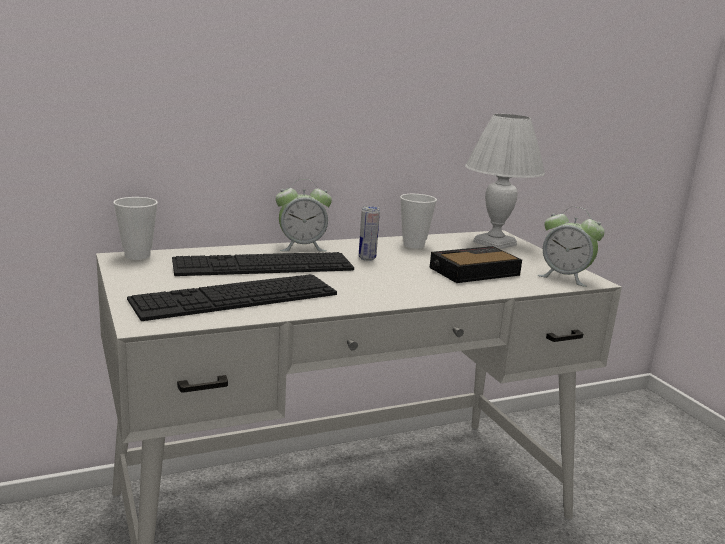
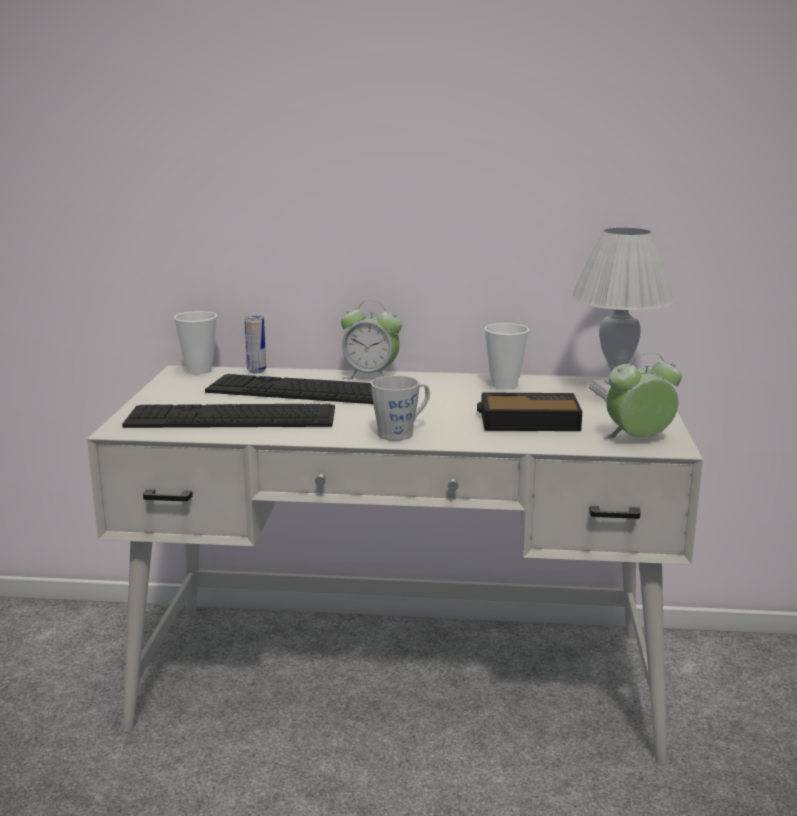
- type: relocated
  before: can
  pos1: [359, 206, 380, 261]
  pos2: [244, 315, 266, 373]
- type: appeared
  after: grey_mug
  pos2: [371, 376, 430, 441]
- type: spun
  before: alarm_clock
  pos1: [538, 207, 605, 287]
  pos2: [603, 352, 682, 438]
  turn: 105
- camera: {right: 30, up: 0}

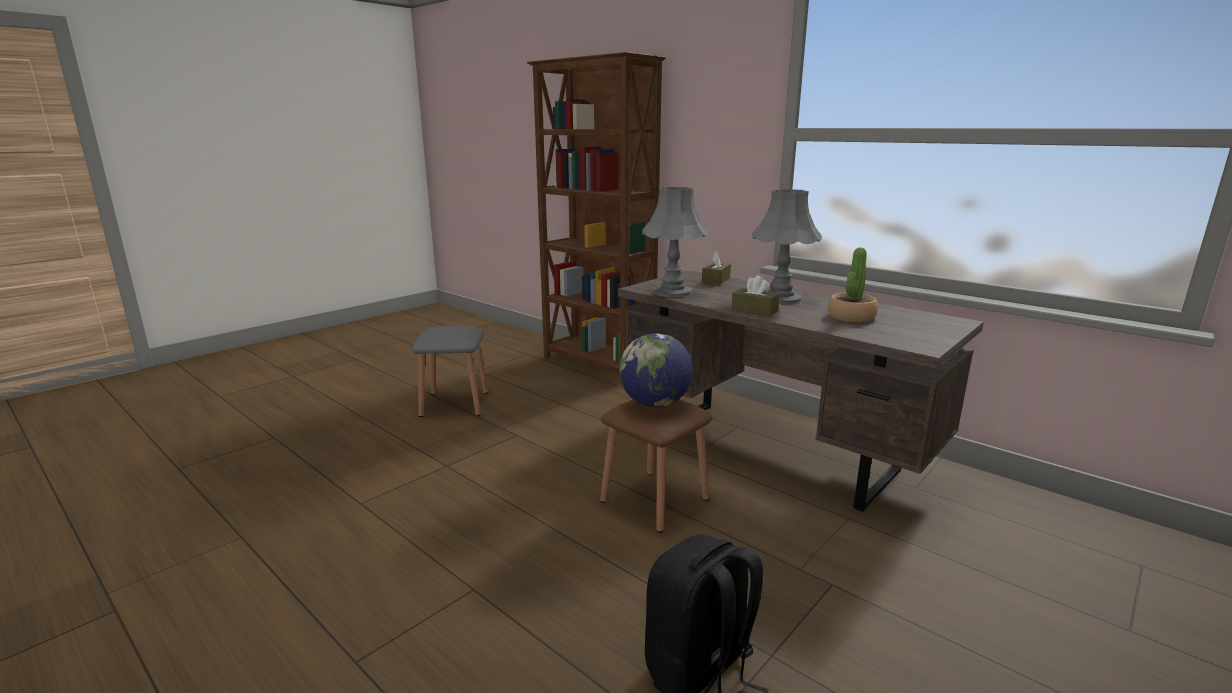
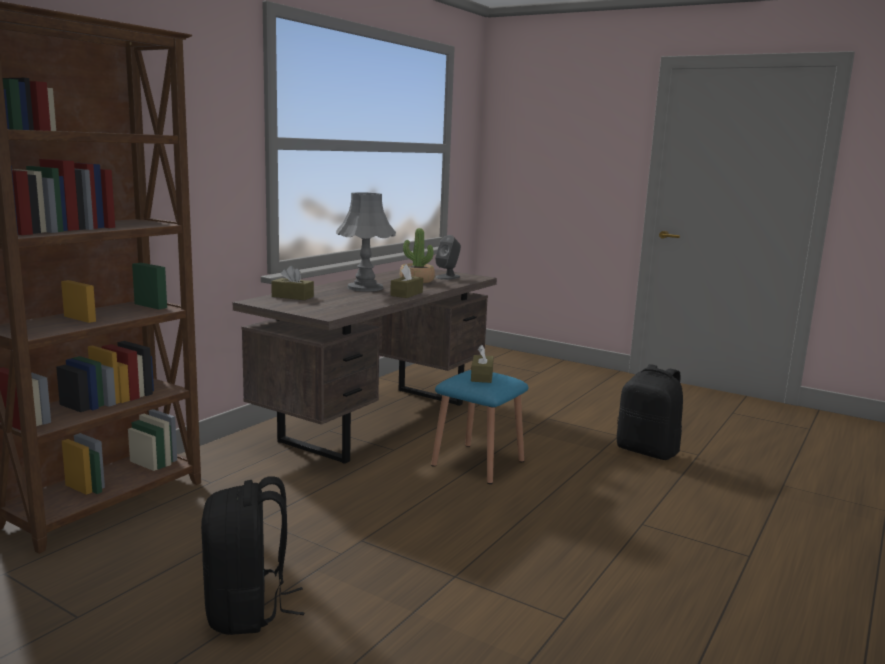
- type: exchanged
  before: grey_stool
  after: black_backpack
  pos1: [412, 326, 488, 417]
  pos2: [201, 476, 305, 635]
- type: colour
  before: brown_stool
  after: blue_stool
  pos1: [600, 399, 712, 533]
  pos2: [431, 370, 529, 484]
- type: appeared
  after: grey_speaker
  pos2: [435, 235, 461, 280]
- type: exchanged
  before: globe
  after: brown_tissue_box
  pos1: [619, 333, 693, 407]
  pos2: [471, 345, 494, 383]
- type: missing
  before: grey_table_lamp
  pos1: [642, 187, 708, 297]
- camera: {right: -100, up: -5}

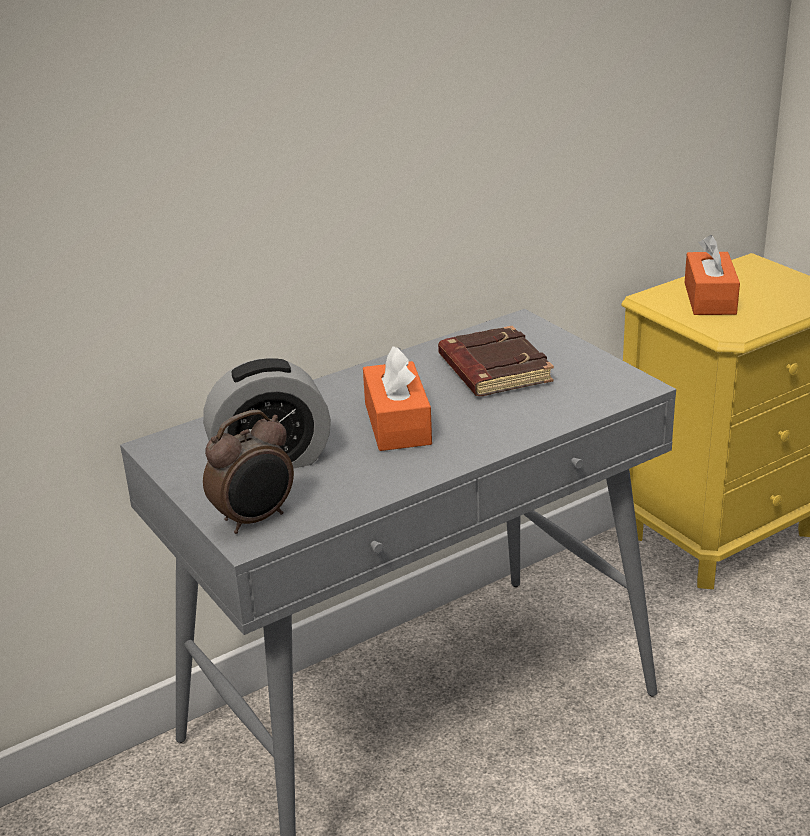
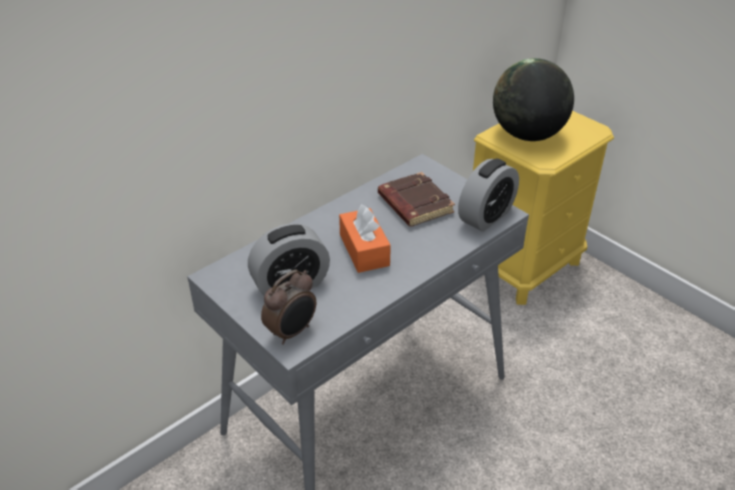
- type: appeared
  after: alarm_clock
  pos2: [458, 159, 519, 232]
- type: exchanged
  before: orange_tissue_box
  after: globe
  pos1: [685, 235, 740, 315]
  pos2: [493, 58, 574, 141]
- camera: {right: -10, up: 10}

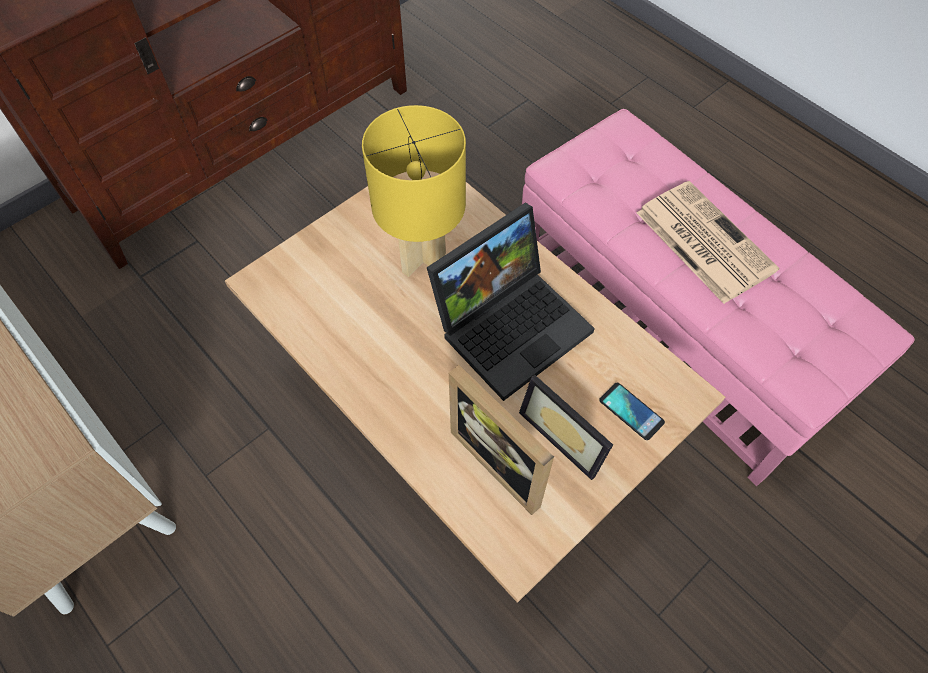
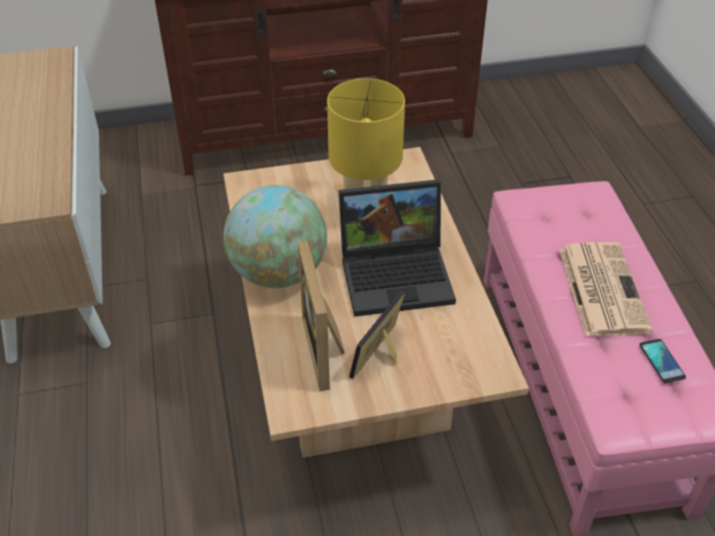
- type: appeared
  after: globe
  pos2: [224, 185, 327, 288]
- type: spun
  before: picture_frame
  pos1: [519, 374, 613, 480]
  pos2: [349, 291, 405, 379]
  turn: 45
- type: relocated
  before: phone
  pos1: [599, 383, 665, 440]
  pos2: [639, 339, 686, 383]
- camera: {right: 30, up: -15}

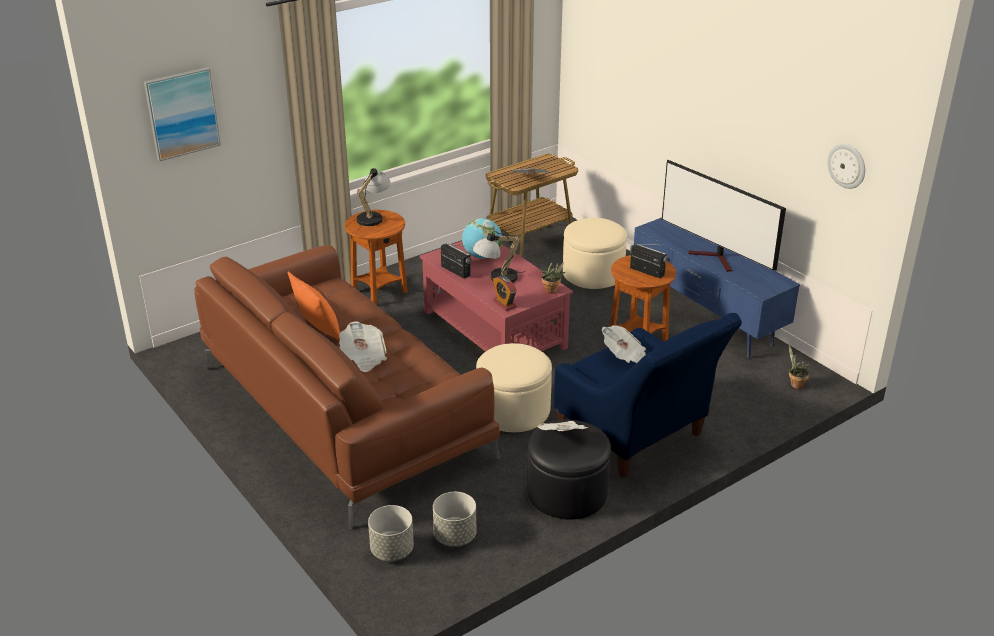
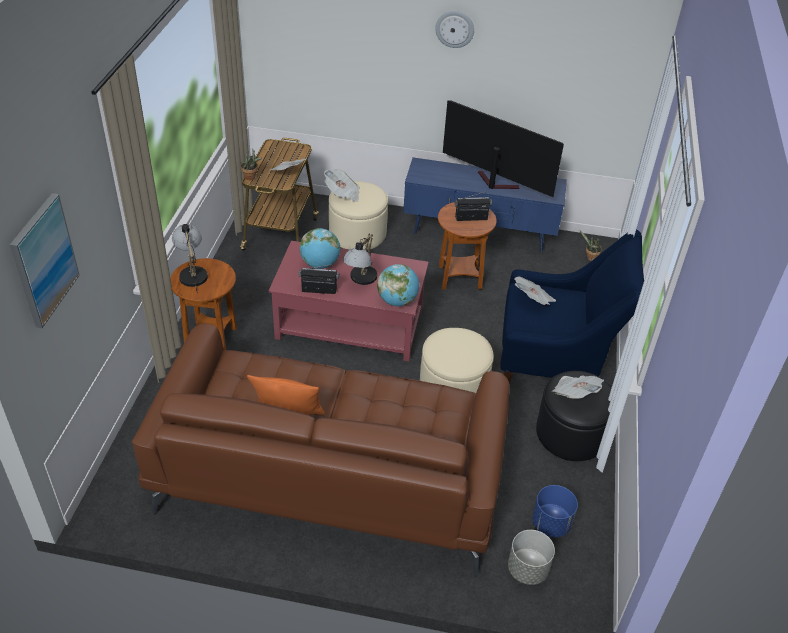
- type: relocated
  before: potted_plant
  pos1: [541, 262, 565, 294]
  pos2: [241, 150, 262, 180]
- type: relocated
  before: newspaper
  pos1: [339, 321, 387, 372]
  pos2: [324, 169, 360, 202]
- type: exchanged
  before: alarm_clock
  after: globe
  pos1: [493, 275, 517, 311]
  pos2: [377, 264, 419, 306]
- type: relocated
  before: wall_clock
  pos1: [827, 144, 865, 189]
  pos2: [435, 11, 474, 48]
- type: spun
  before: television
  pos1: [662, 159, 786, 272]
  pos2: [443, 100, 564, 197]
  turn: -150
- type: colour
  before: grey_planter
  after: blue_planter
  pos1: [433, 492, 476, 547]
  pos2: [532, 485, 578, 537]
- camera: {right: -45, up: 10}

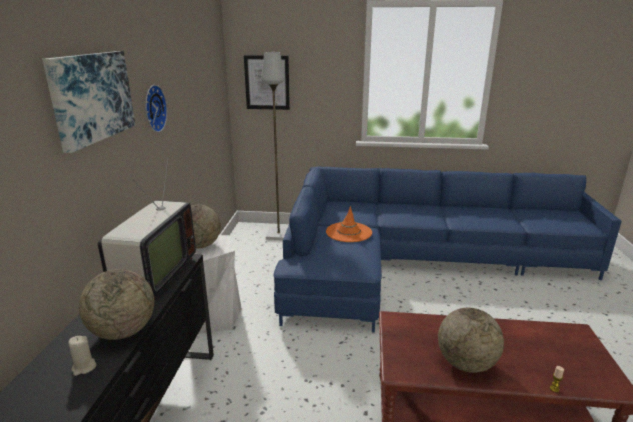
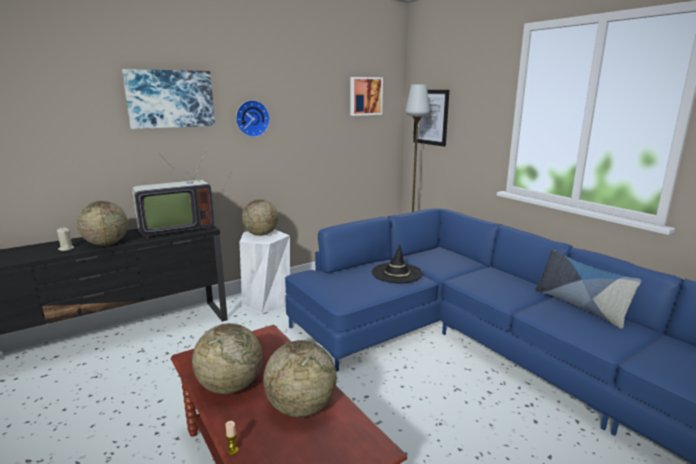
- type: appeared
  after: globe
  pos2: [263, 340, 337, 417]
- type: appeared
  after: picture
  pos2: [350, 77, 383, 116]
- type: colour
  before: orange_hat
  after: black_hat
  pos1: [326, 206, 372, 242]
  pos2: [372, 244, 423, 283]
- type: appeared
  after: pillow
  pos2: [535, 249, 641, 329]
- camera: {right: 50, up: -5}

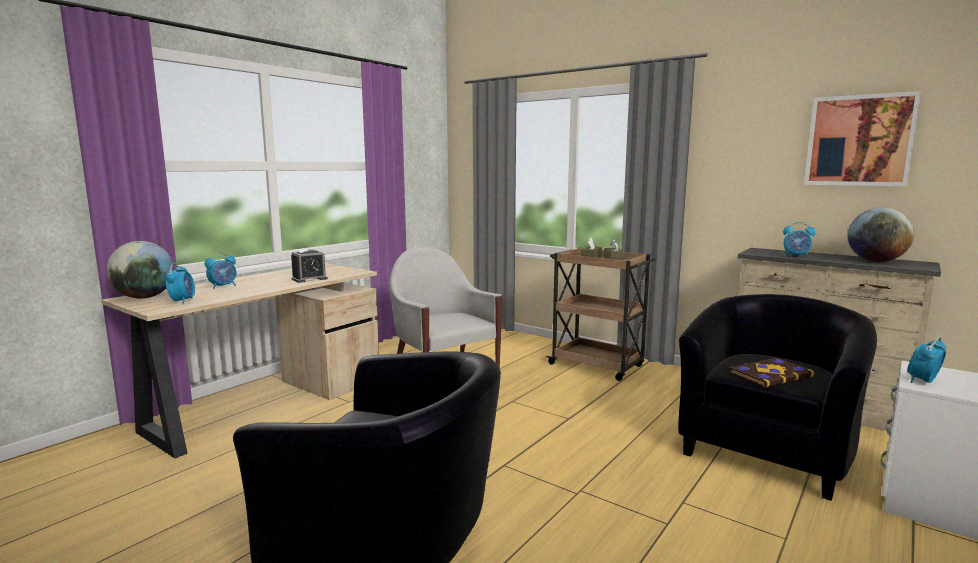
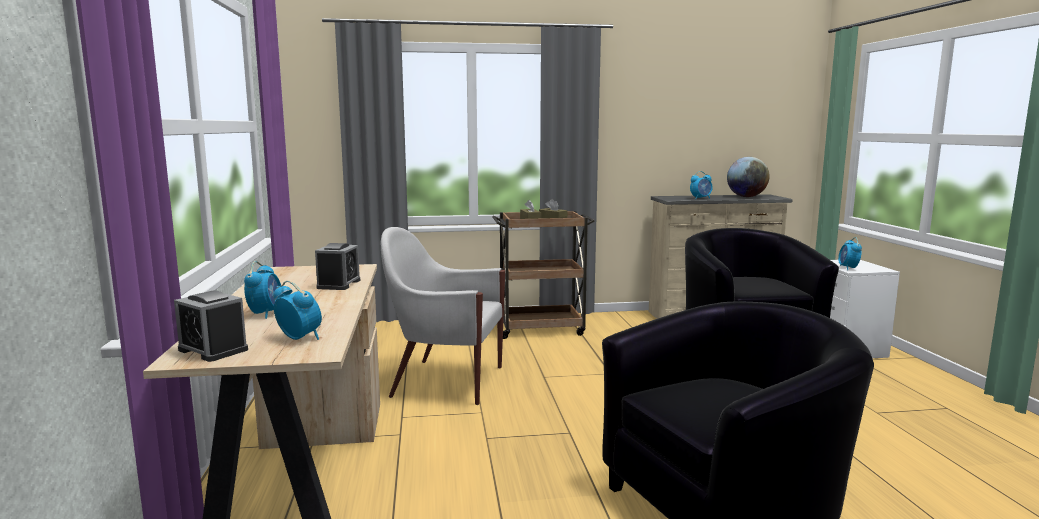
- type: exchanged
  before: globe
  after: alarm_clock
  pos1: [106, 241, 174, 298]
  pos2: [174, 290, 248, 362]
- type: missing
  before: book
  pos1: [730, 358, 814, 387]
- type: missing
  before: picture
  pos1: [804, 91, 921, 186]
- camera: {right: -45, up: 0}

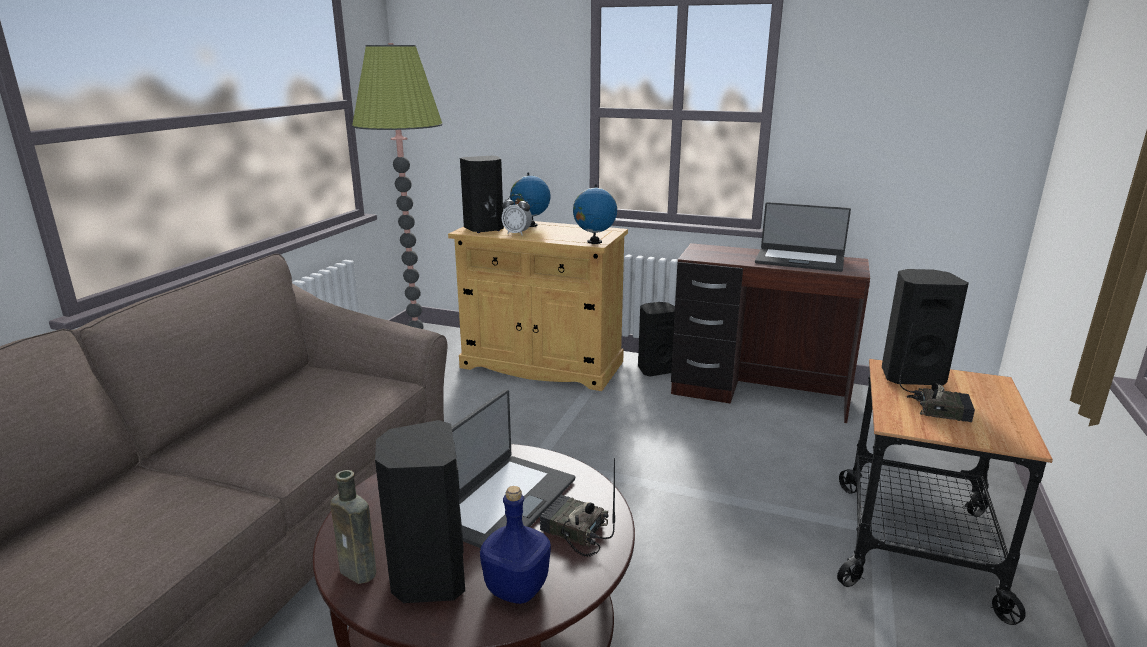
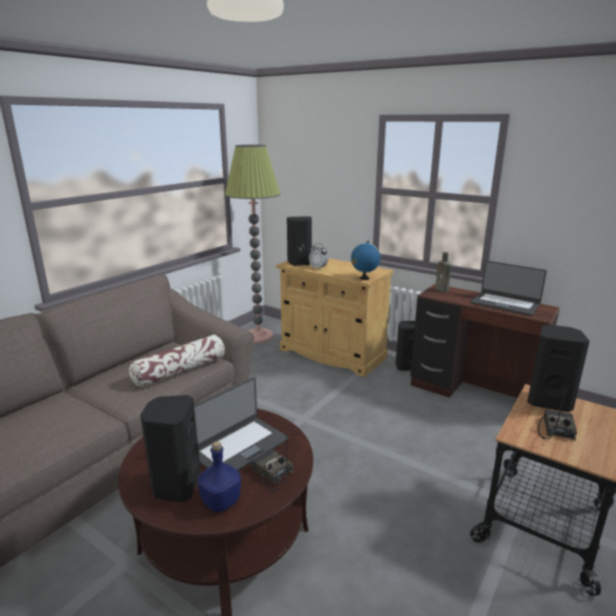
- type: appeared
  after: pillow
  pos2: [129, 335, 225, 388]
- type: relocated
  before: brown_bottle
  pos1: [331, 470, 376, 584]
  pos2: [435, 252, 451, 292]
- type: spun
  before: radio
  pos1: [899, 322, 975, 422]
  pos2: [538, 389, 577, 441]
  turn: -105
- type: missing
  before: globe
  pos1: [510, 173, 550, 227]
- camera: {right: 15, up: 0}

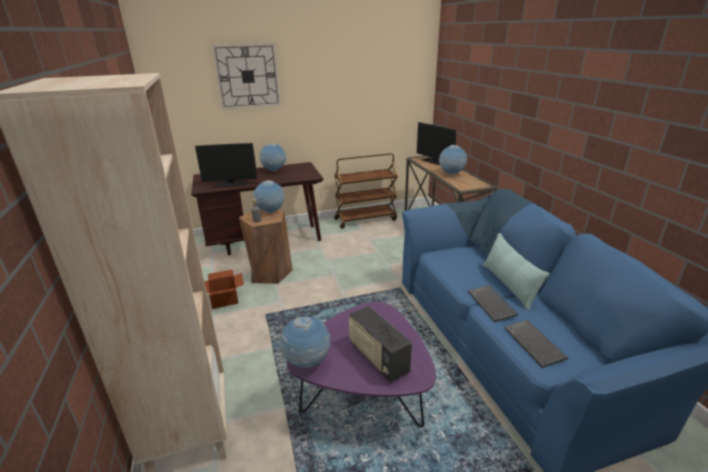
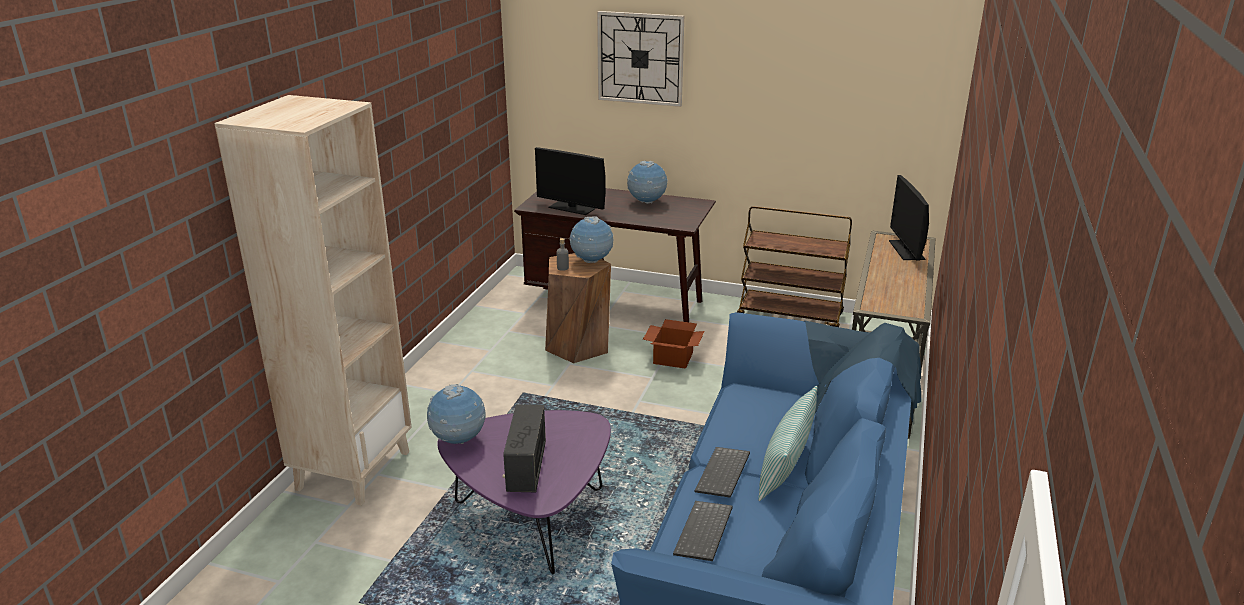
- type: relocated
  before: cardboard_box
  pos1: [204, 269, 244, 309]
  pos2: [643, 319, 704, 369]
- type: missing
  before: globe
  pos1: [439, 145, 467, 175]
- camera: {right: 35, up: 0}

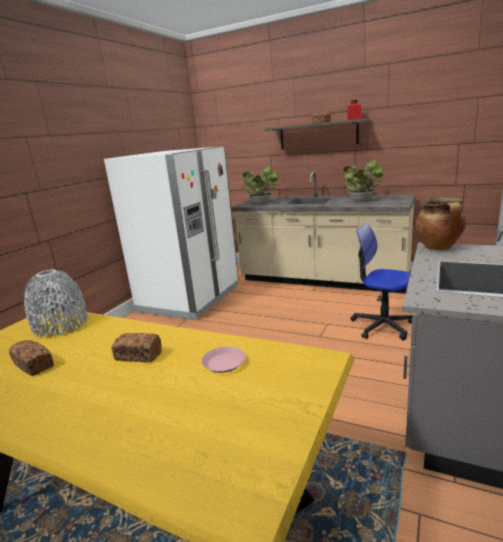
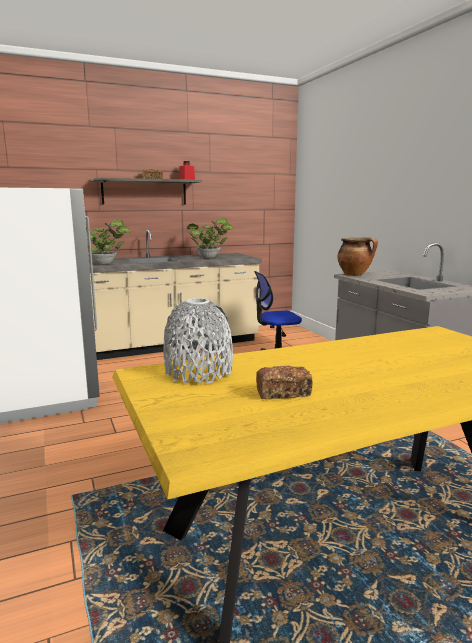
- type: missing
  before: bread
  pos1: [111, 333, 162, 362]
- type: missing
  before: pink_plate
  pos1: [201, 346, 246, 373]
- camera: {right: -50, up: -5}

